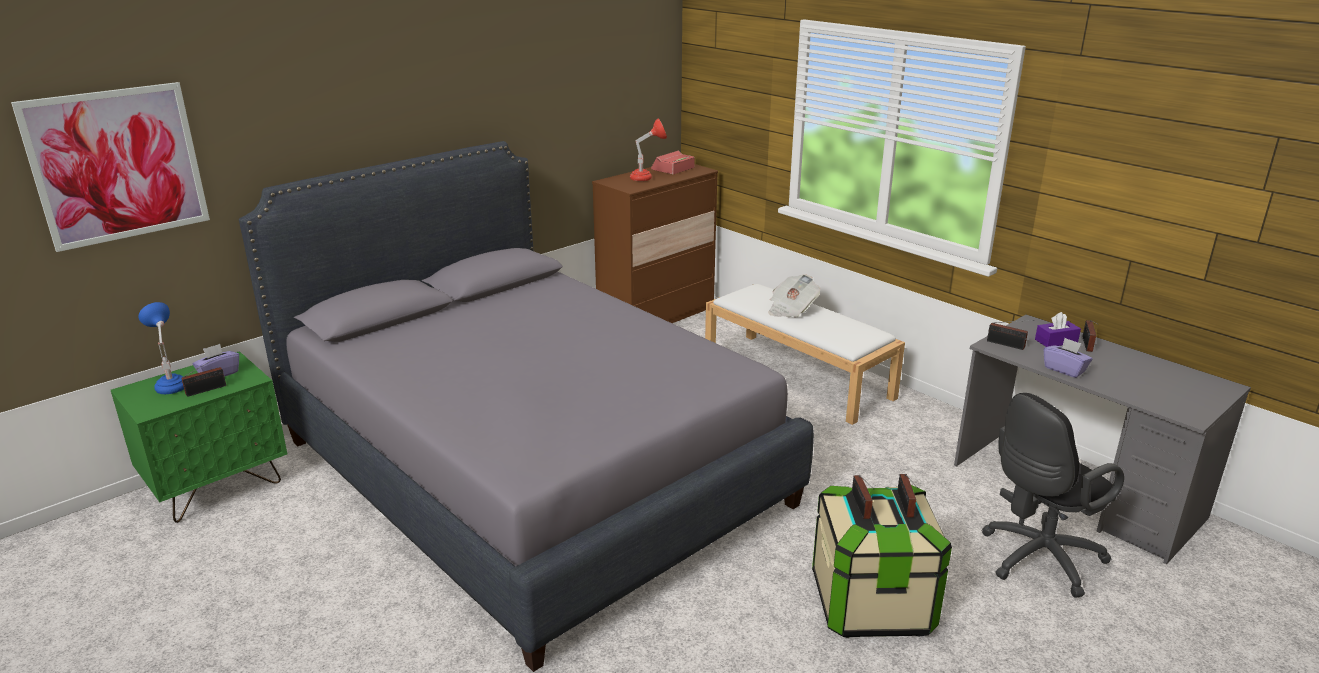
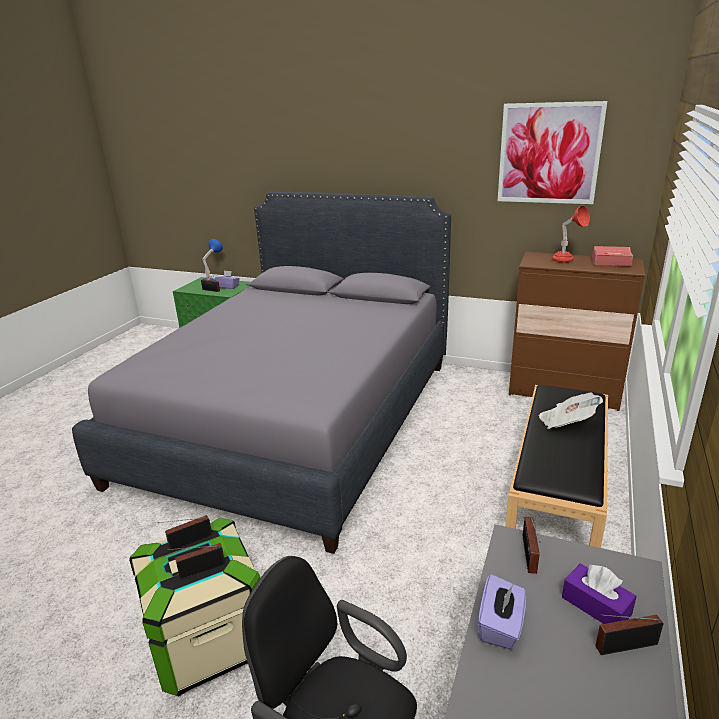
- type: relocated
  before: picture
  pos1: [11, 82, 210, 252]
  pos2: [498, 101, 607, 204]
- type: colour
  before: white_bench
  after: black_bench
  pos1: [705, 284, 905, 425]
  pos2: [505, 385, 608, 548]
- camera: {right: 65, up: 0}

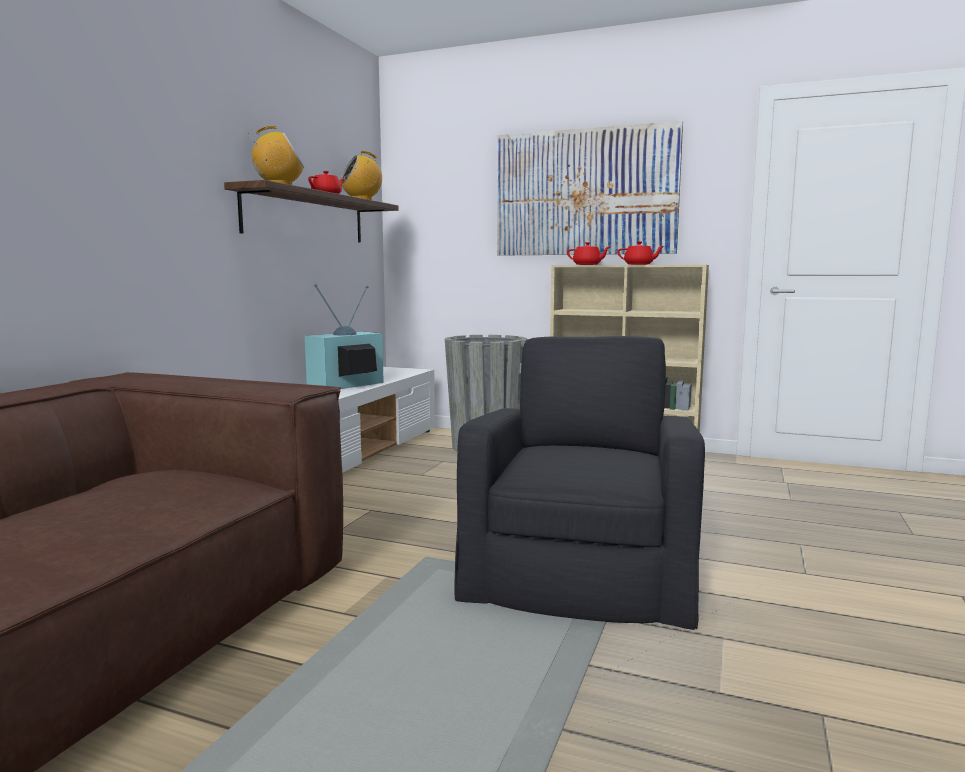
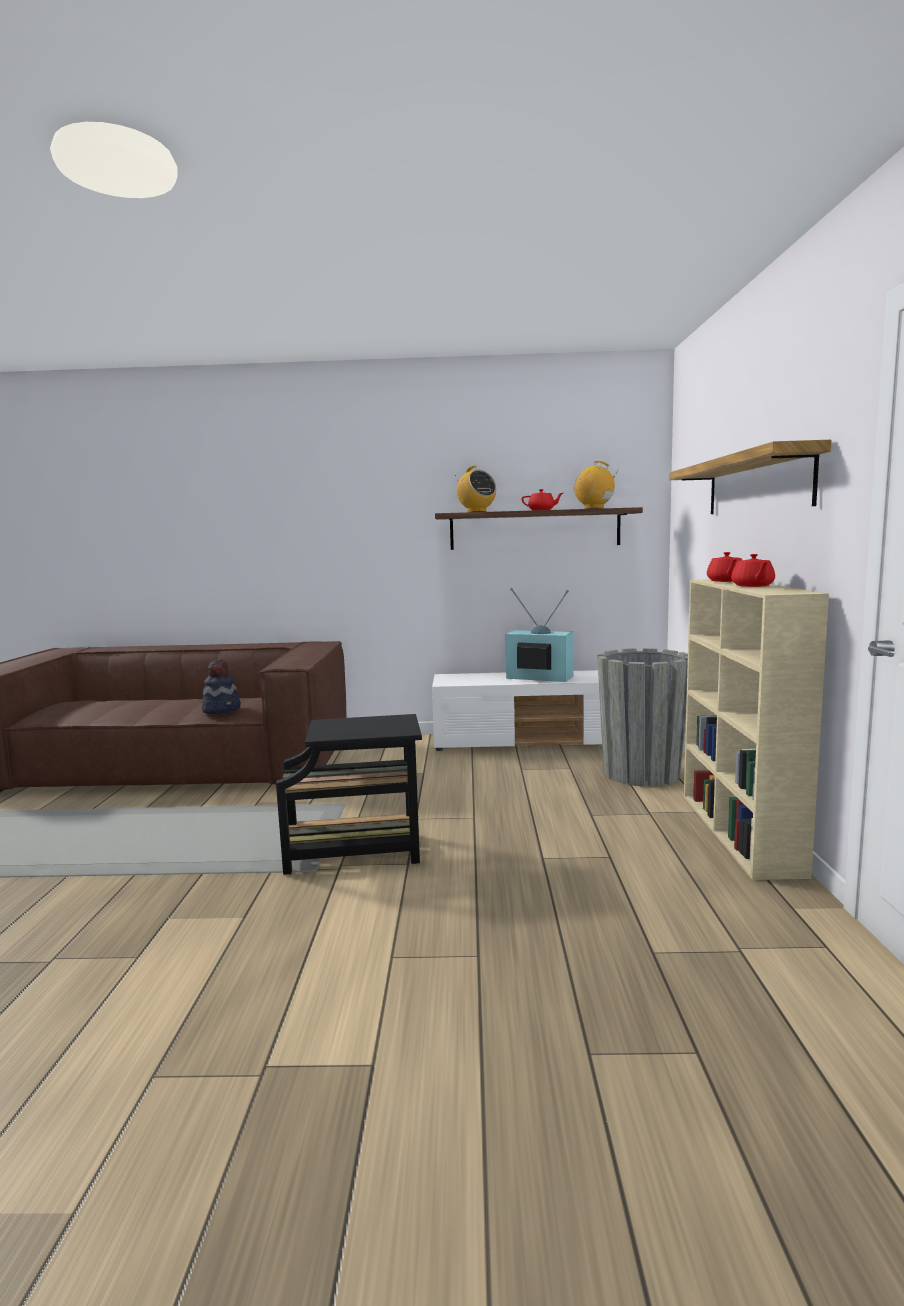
- type: appeared
  after: hat
  pos2: [202, 659, 241, 714]
- type: exchanged
  before: black_armchair
  after: black_side_table
  pos1: [454, 336, 705, 630]
  pos2: [276, 714, 422, 875]
- type: exchanged
  before: picture
  after: shelf
  pos1: [497, 121, 683, 256]
  pos2: [669, 440, 832, 514]
- camera: {right: 70, up: 0}

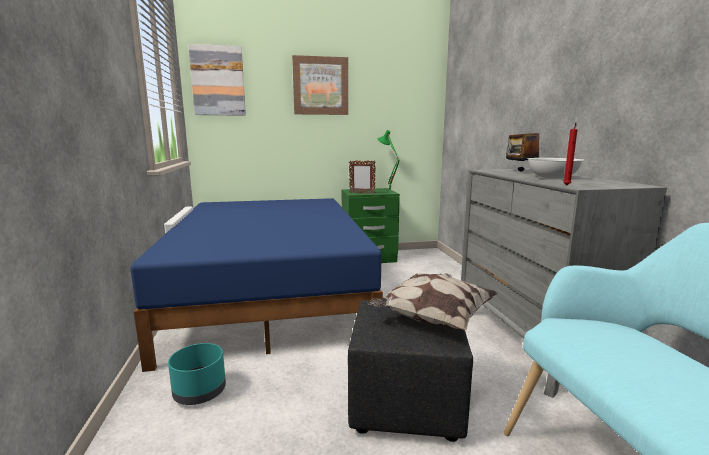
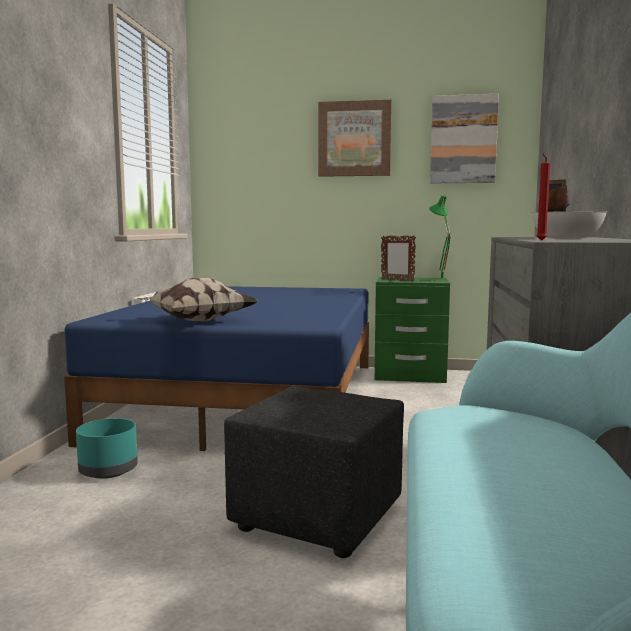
- type: relocated
  before: pillow
  pos1: [367, 273, 498, 330]
  pos2: [137, 278, 257, 322]
- type: relocated
  before: picture
  pos1: [188, 44, 246, 116]
  pos2: [430, 94, 499, 184]
- camera: {right: 20, up: -5}

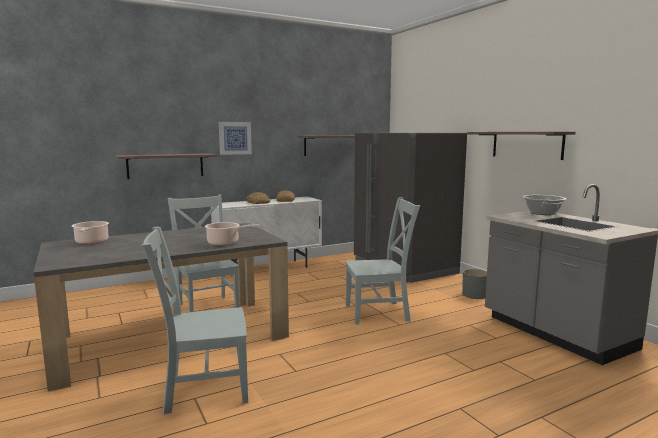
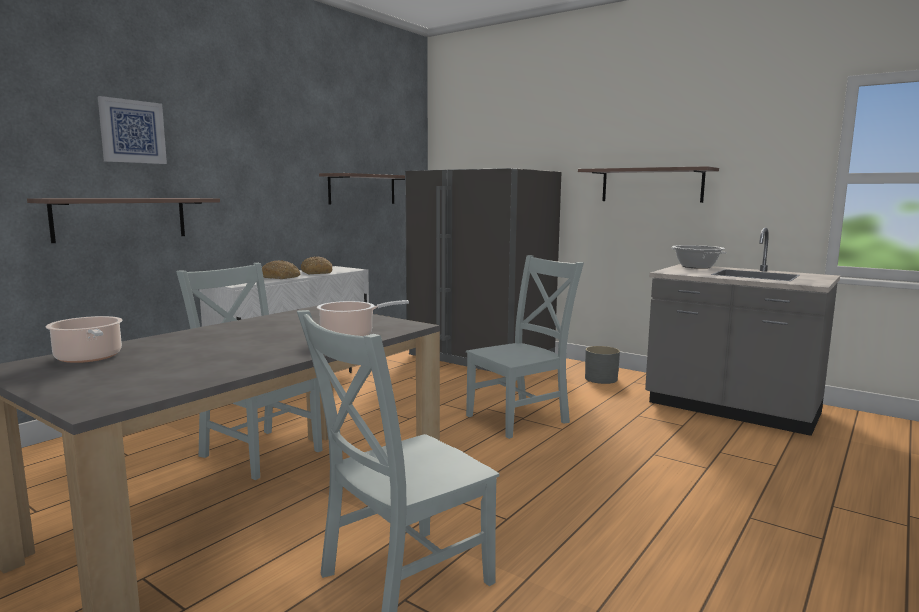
- type: relocated
  before: picture
  pos1: [219, 122, 252, 155]
  pos2: [98, 96, 167, 164]
- camera: {right: -25, up: 0}

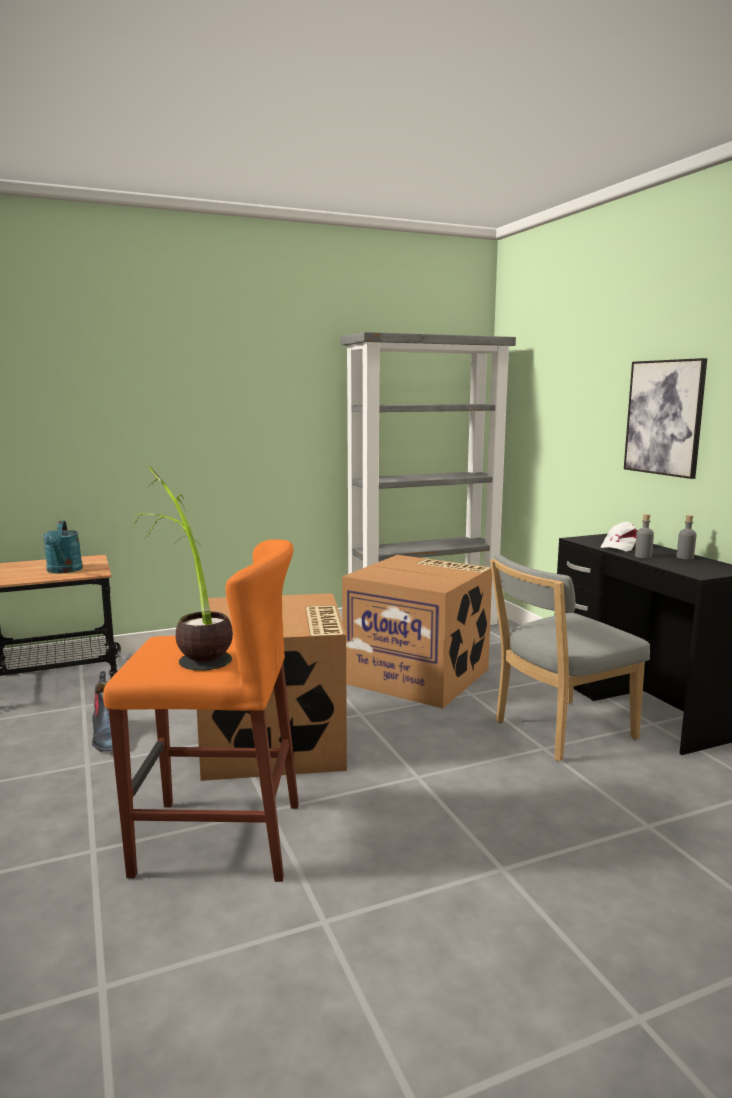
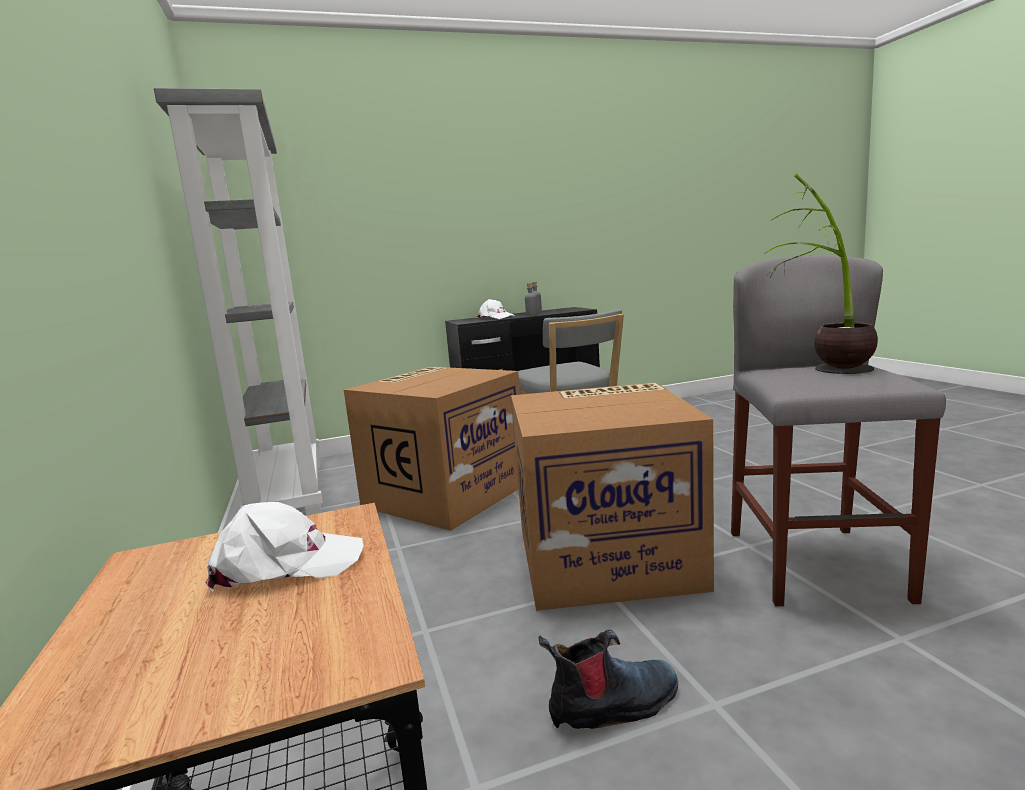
- type: exchanged
  before: turquoise_watering_can
  after: white_cap
  pos1: [43, 521, 83, 574]
  pos2: [206, 502, 364, 592]
- type: colour
  before: orange_stool
  after: grey_stool
  pos1: [103, 540, 299, 882]
  pos2: [731, 255, 946, 606]
- type: missing
  before: picture
  pos1: [624, 358, 707, 479]
- camera: {right: -85, up: 0}

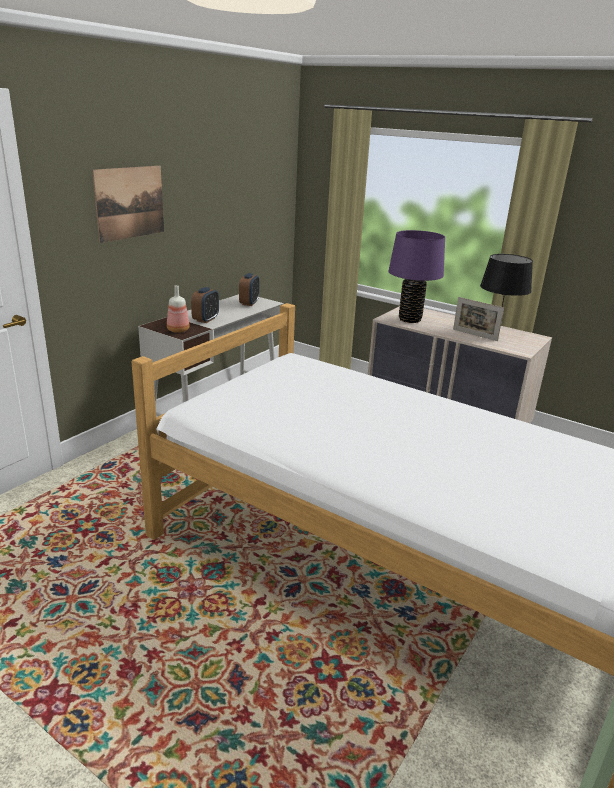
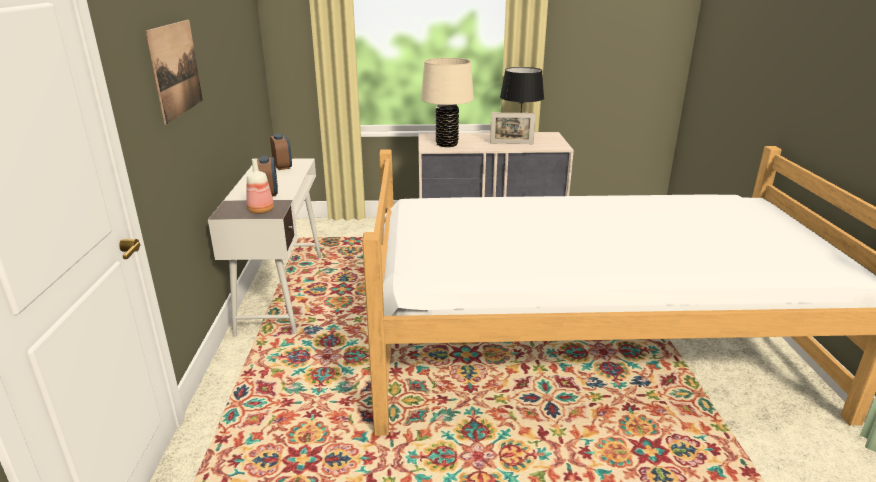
- type: colour
  before: purple_table_lamp
  after: beige_table_lamp
  pos1: [388, 230, 445, 323]
  pos2: [421, 58, 474, 147]
- camera: {right: -35, up: 0}

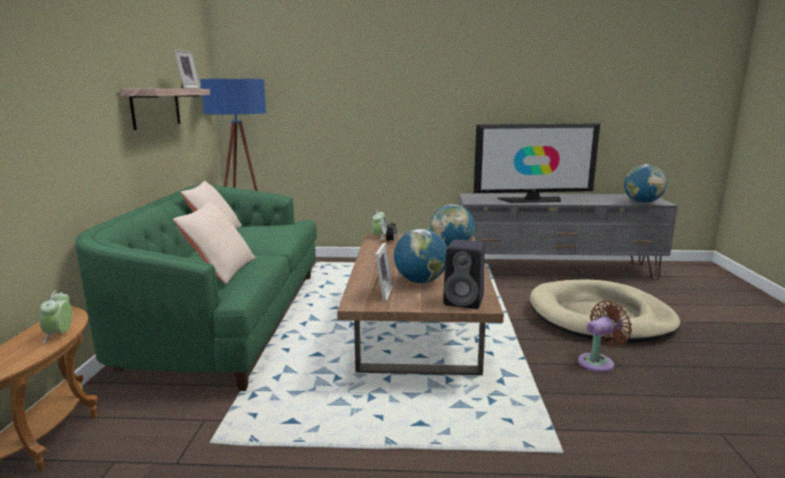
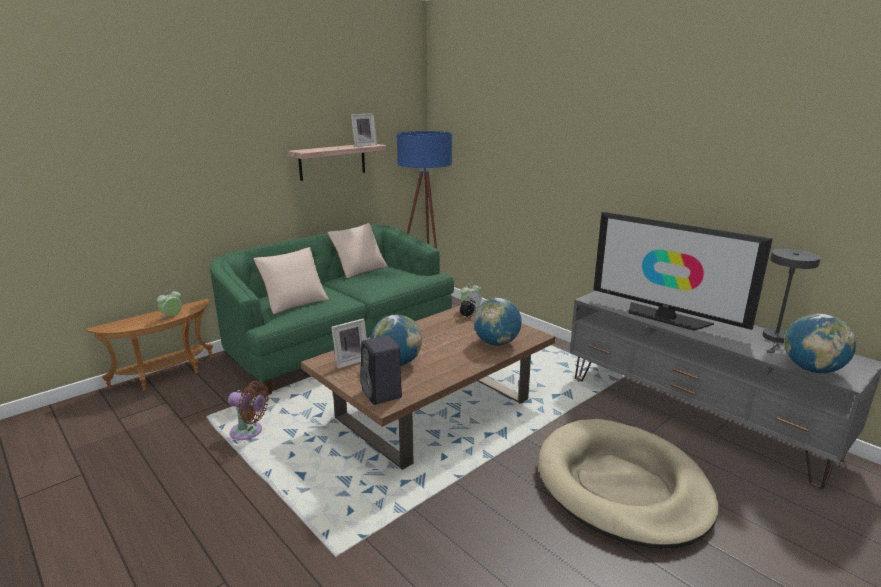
- type: relocated
  before: brown_fan
  pos1: [578, 301, 632, 372]
  pos2: [228, 381, 269, 440]
- type: appeared
  after: grey_table_lamp
  pos2: [763, 249, 821, 353]
- camera: {right: 45, up: 5}

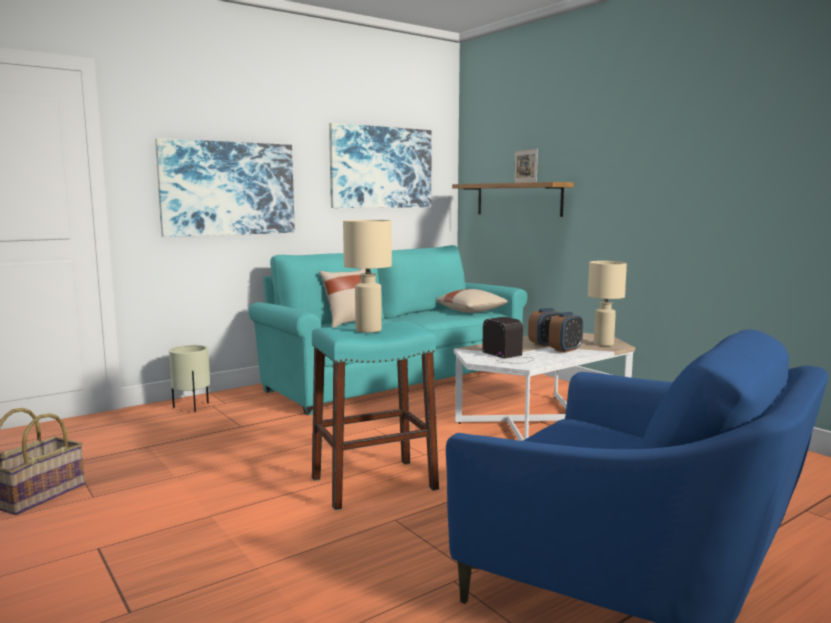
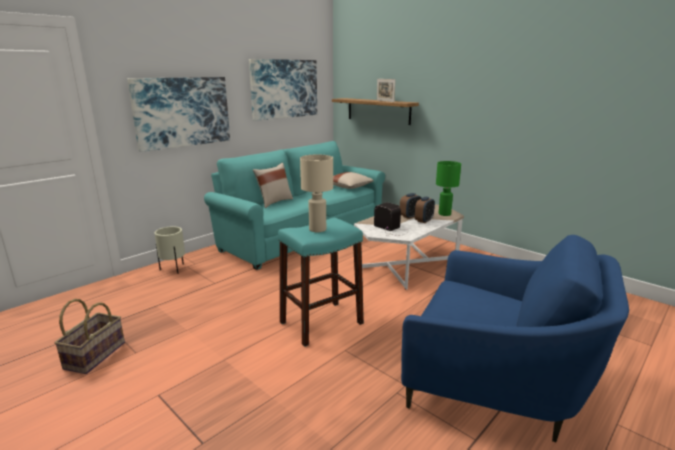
- type: colour
  before: beige_table_lamp
  after: green_table_lamp
  pos1: [588, 261, 627, 346]
  pos2: [436, 161, 461, 216]
- camera: {right: -10, up: 10}

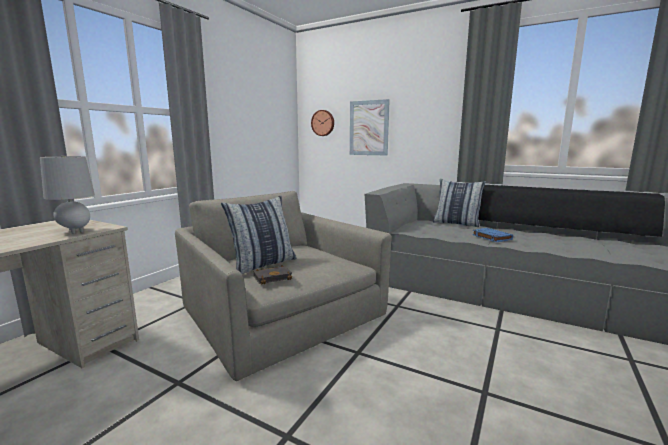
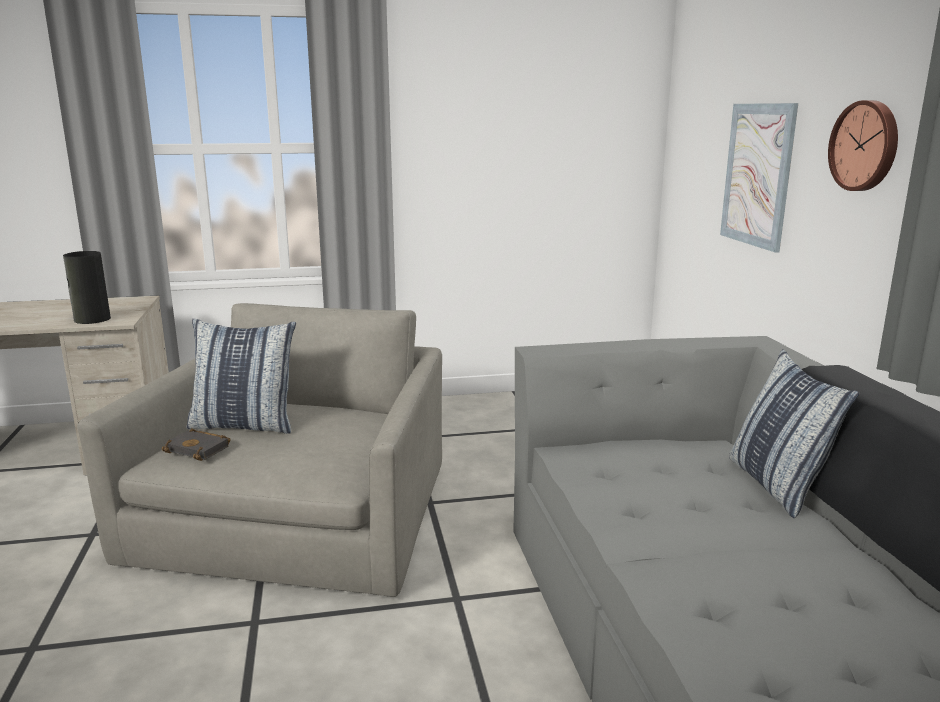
- type: exchanged
  before: grey_table_lamp
  after: vase
  pos1: [40, 156, 95, 234]
  pos2: [63, 251, 111, 324]
- type: relocated
  before: wall_clock
  pos1: [311, 110, 334, 136]
  pos2: [828, 100, 898, 191]
- type: missing
  before: blue_book
  pos1: [472, 228, 513, 242]
- camera: {right: 50, up: 5}

